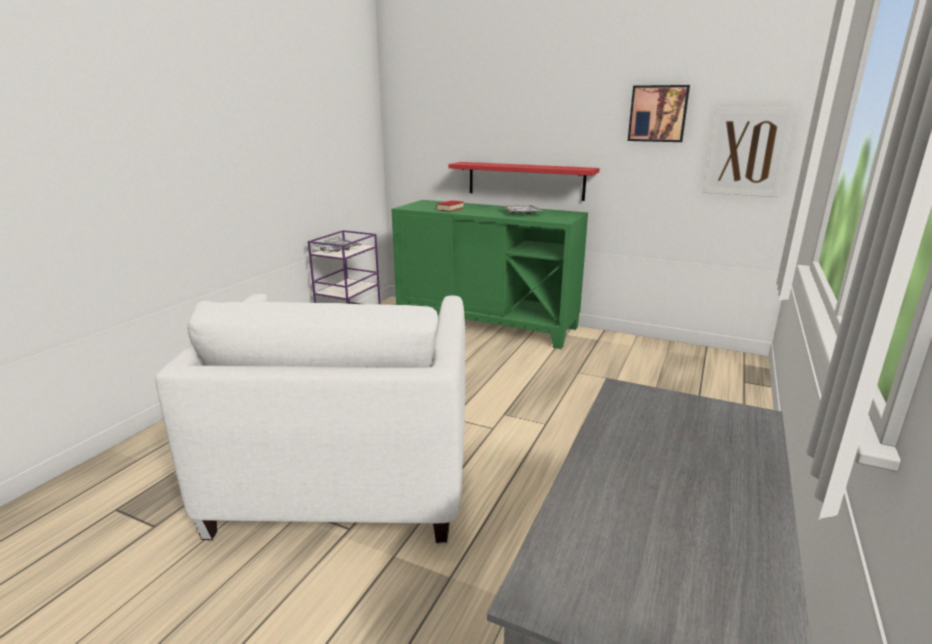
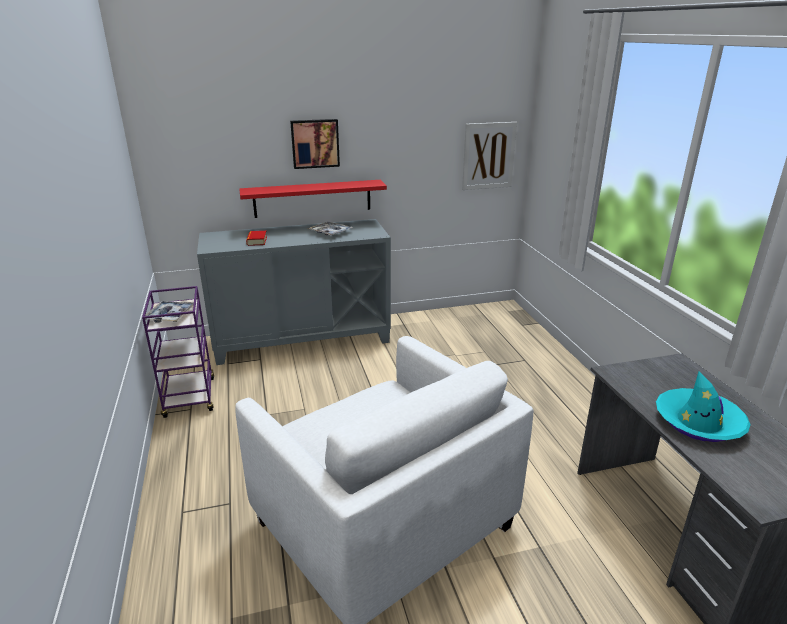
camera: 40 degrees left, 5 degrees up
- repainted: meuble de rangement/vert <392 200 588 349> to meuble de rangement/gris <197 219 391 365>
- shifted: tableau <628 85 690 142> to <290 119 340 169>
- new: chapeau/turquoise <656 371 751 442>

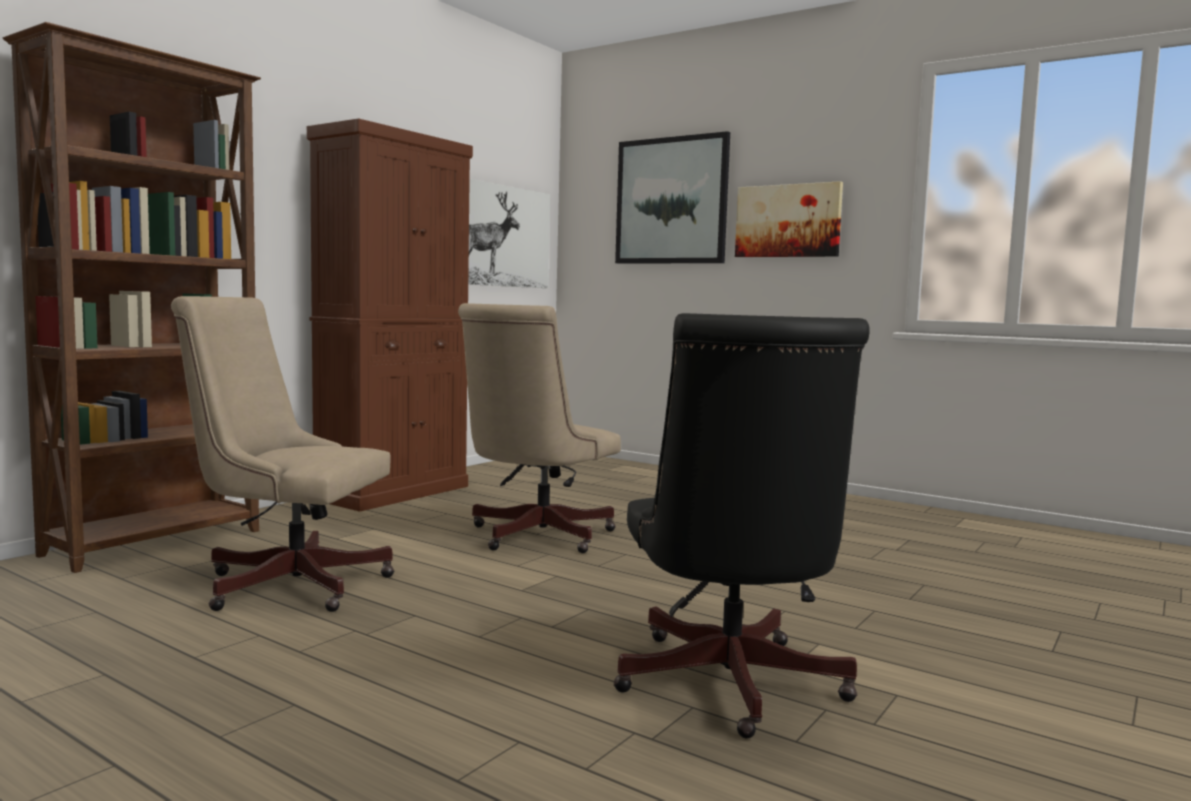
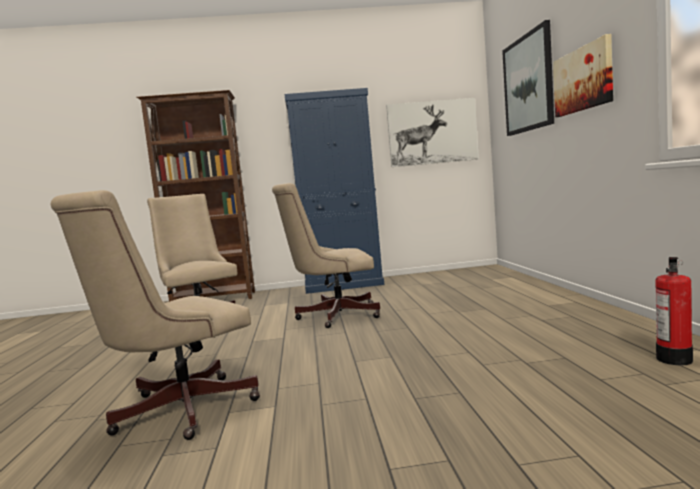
camera: 50 degrees right, 0 degrees up
- repainted: meuble de rangement/marron <307 118 473 512> to meuble de rangement/bleu <285 88 384 294>
- repainted: chaise de bureau/noir <614 313 870 739> to chaise de bureau/beige <50 190 260 440>
- new: extincteur <655 257 693 365>

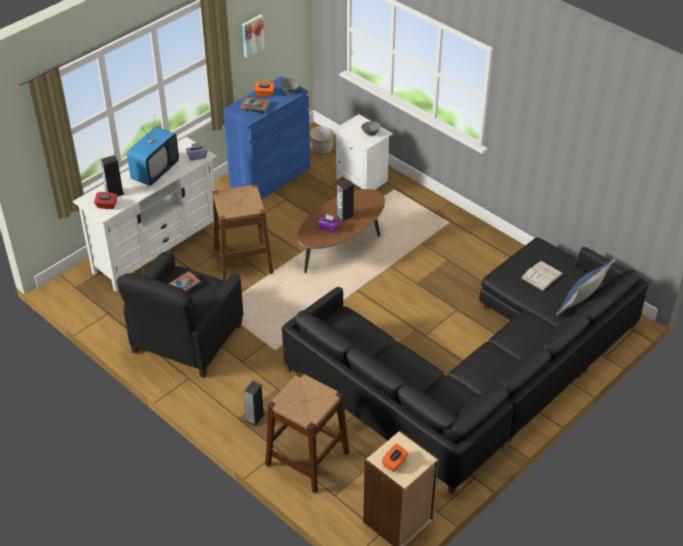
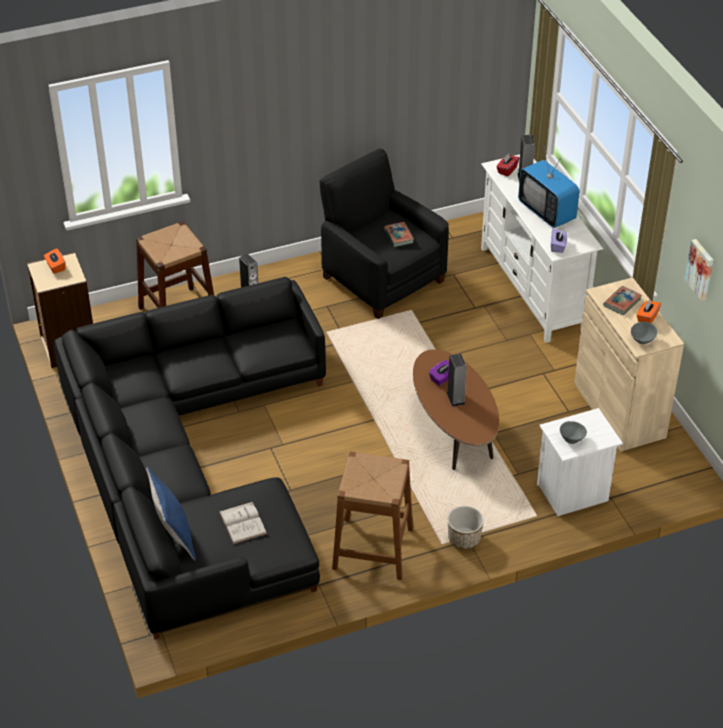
camera: 115 degrees right, 0 degrees up
- shifted: tabouret/marron <213 184 273 281> to <332 452 413 580>
- repainted: meuble de rangement/bleu <223 76 310 199> to meuble de rangement/beige <574 277 684 452>
- shifted: cache-pot <310 127 334 155> to <448 506 484 549>

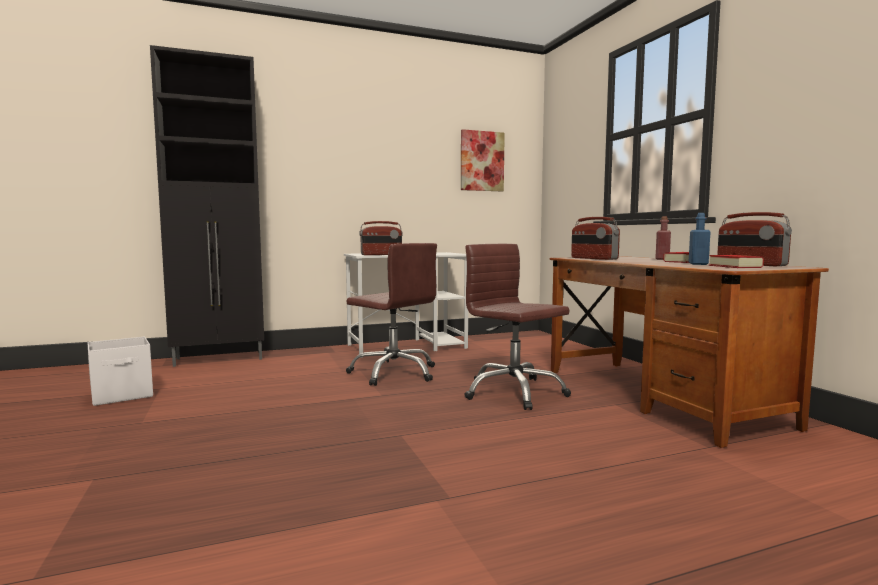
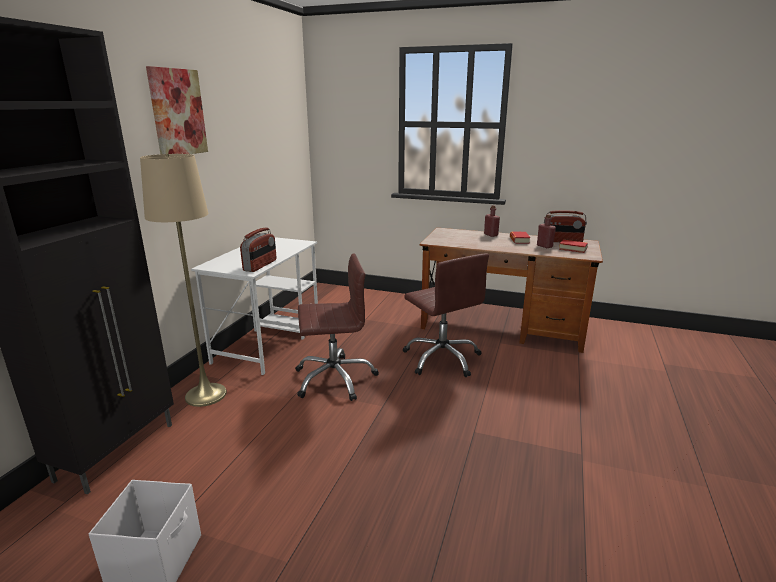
camera: 50 degrees left, 15 degrees up
- shifted: tableau <461 129 505 191> to <146 66 208 154>
- rotated: chaise de bureau/marron <464 244 571 410> = <403 253 489 377> 120 degrees counterclockwise
- gone: radio <571 217 620 260>
- repainted: bouteille/bleu <689 213 710 265> to bouteille/rouge <537 214 556 248>
- new: lampadaire/beige <140 154 227 407>

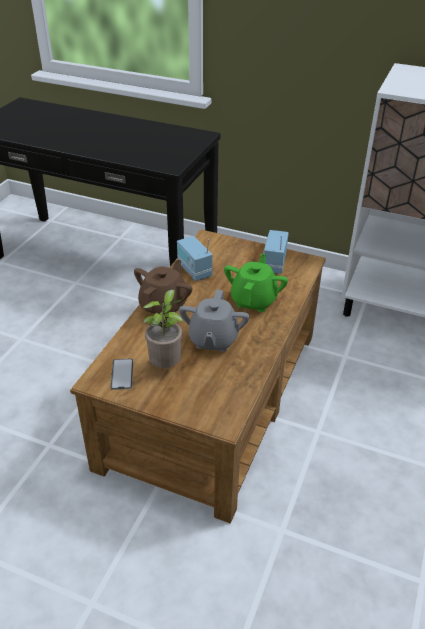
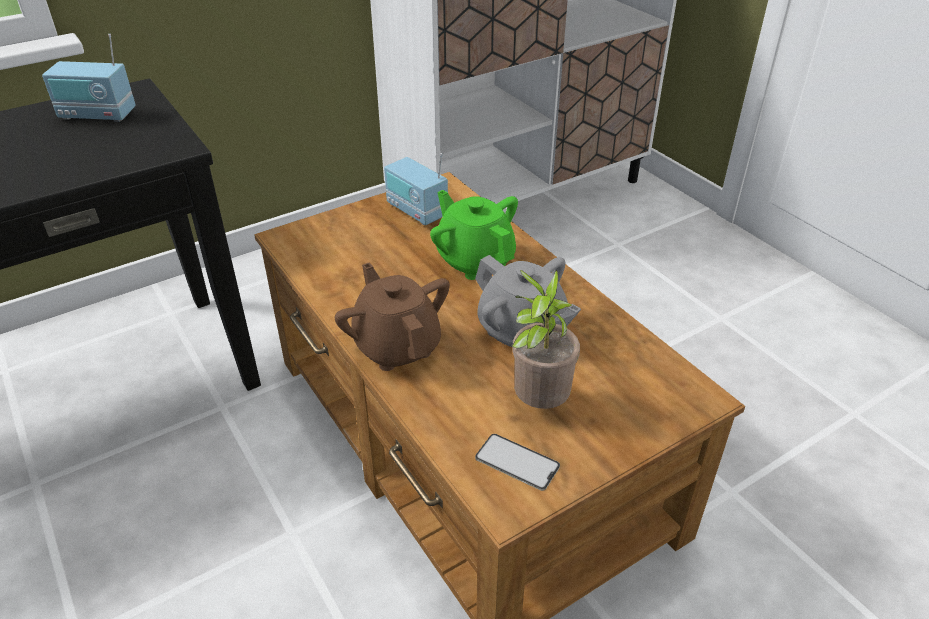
camera: 55 degrees left, 0 degrees up
- shifted: radio <177 236 212 281> to <42 34 136 122>

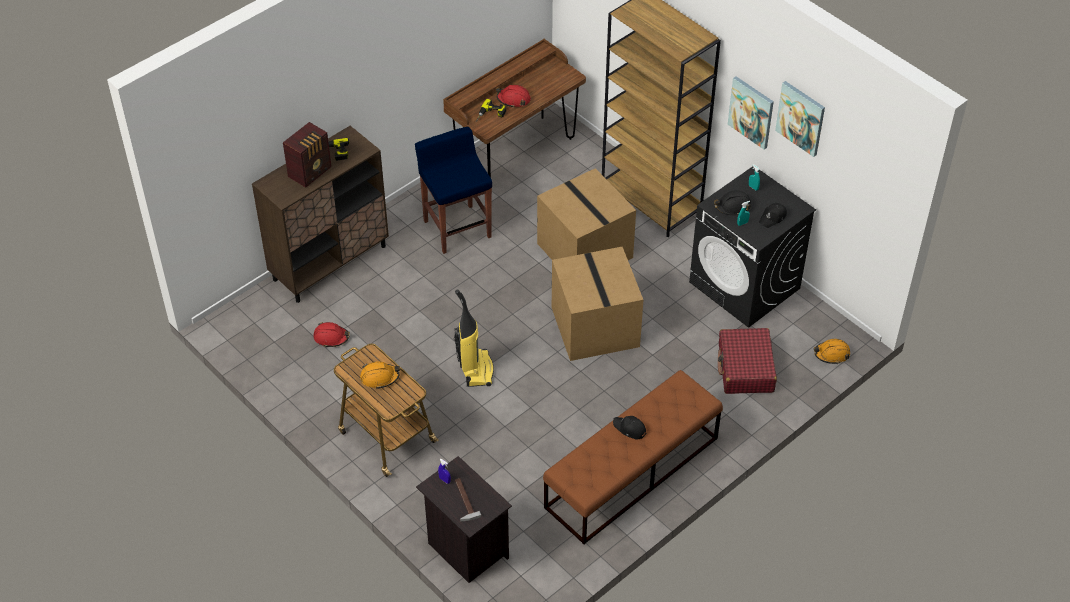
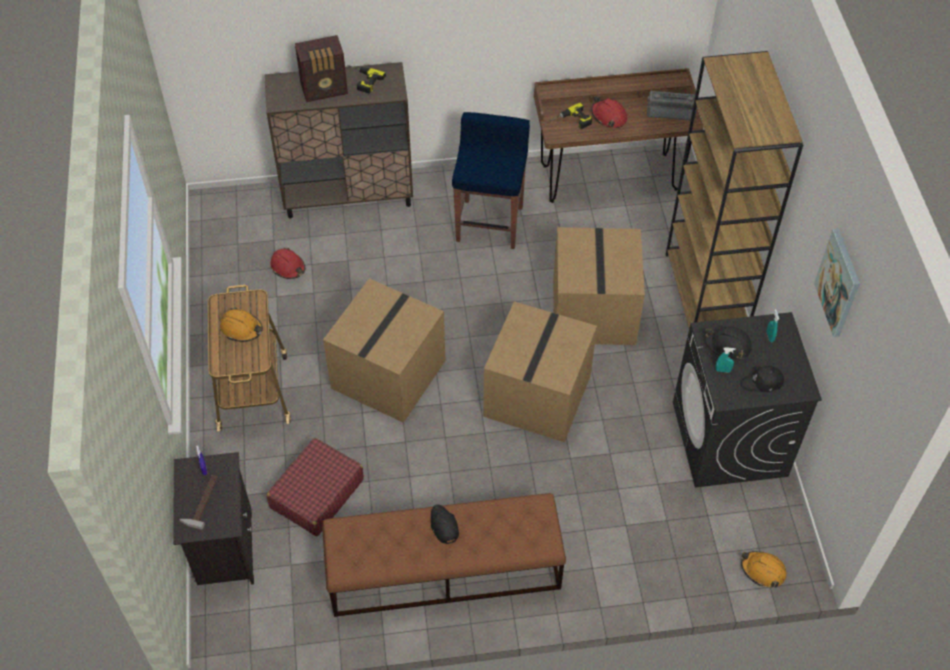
camera: 35 degrees right, 5 degrees up
- swapped: aspirateur <454 289 494 387> to carton <323 279 445 423>
- shifted: valise/rouge <718 328 777 394> to <267 438 364 536>
- gone: tableau <728 76 774 150>
- new: radio <647 91 697 120>

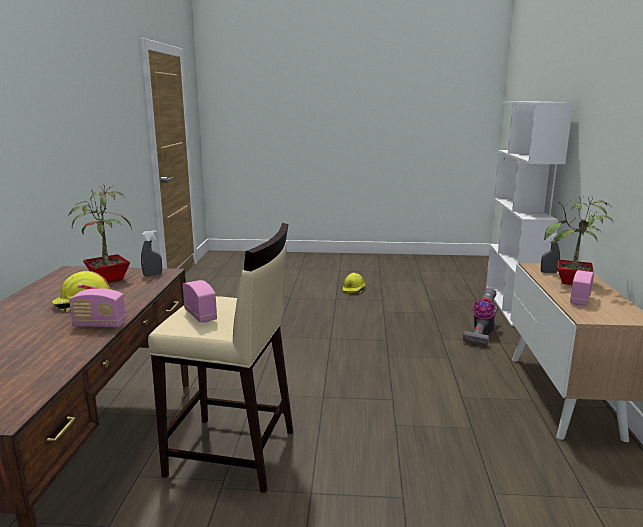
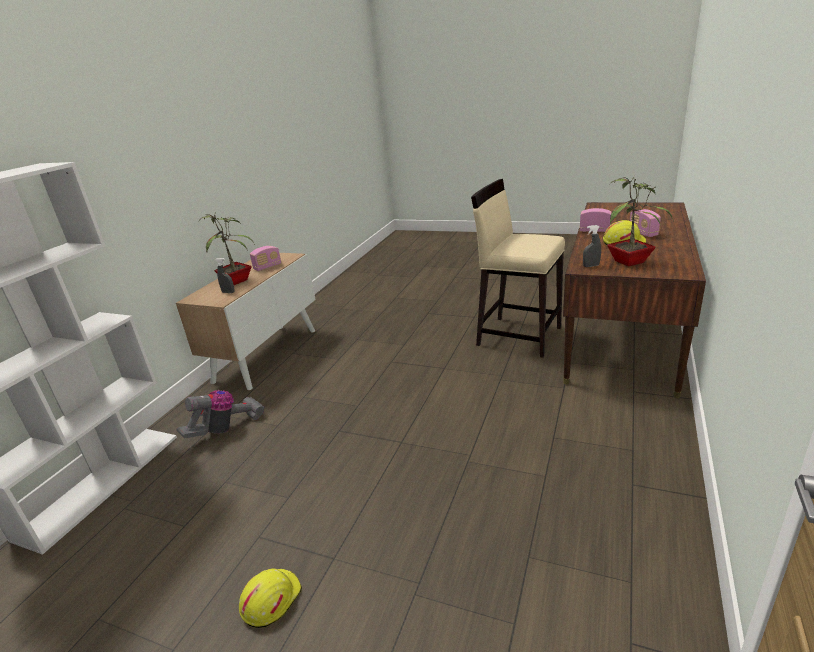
camera: 160 degrees left, 10 degrees up
- shifted: radio <183 280 217 323> to <630 209 661 237>

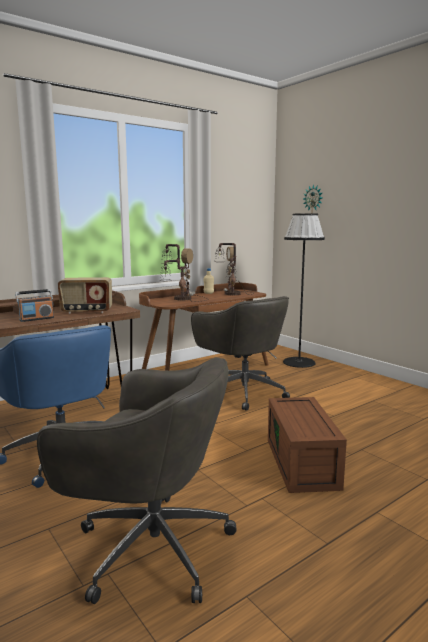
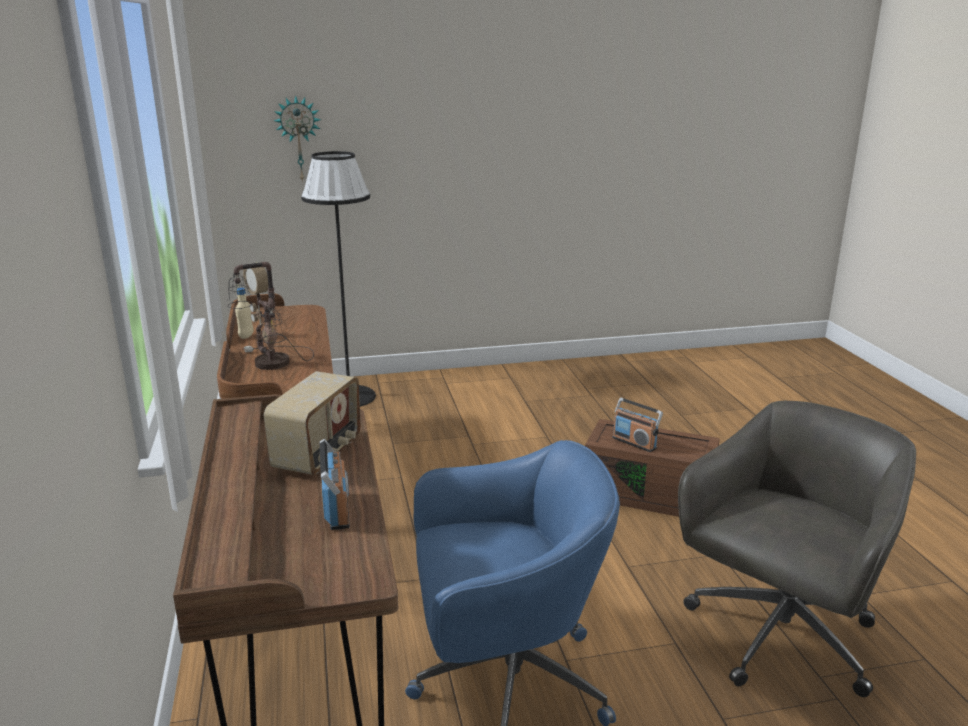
camera: 65 degrees left, 10 degrees up
- gone: chaise de bureau/gris <191 296 290 411>
- gone: lampe de table <214 243 252 296>
- new: radio <612 397 663 452>

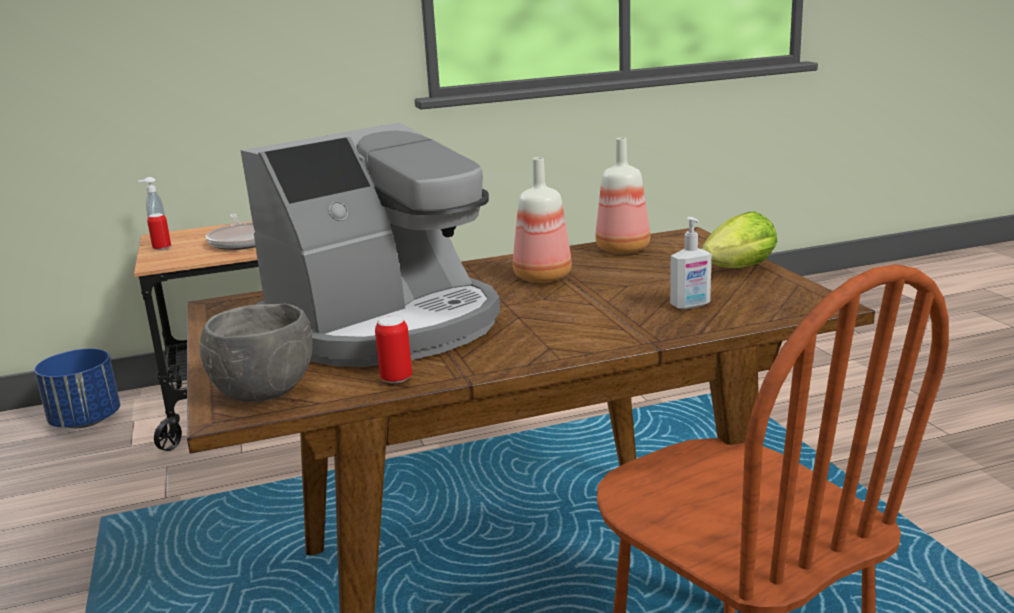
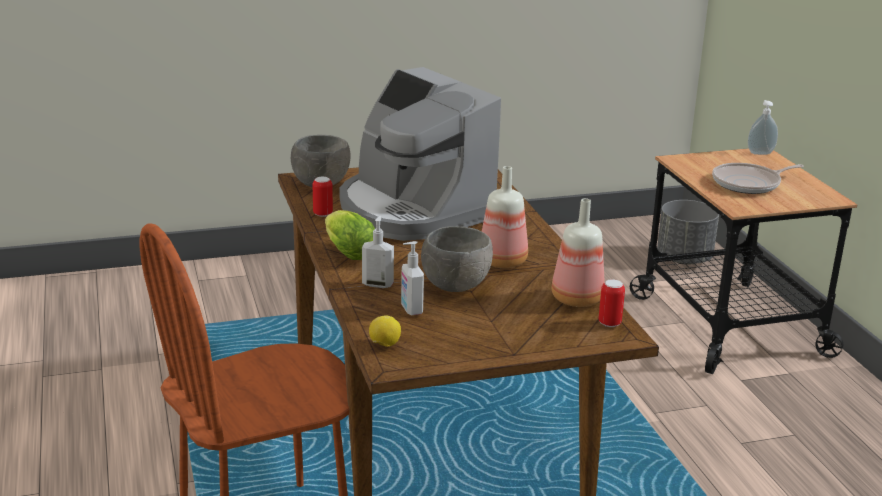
camera: 90 degrees right, 5 degrees up
- repainted: cache-pot/bleu <34 349 120 428> to cache-pot/gris <657 200 719 265>
- shifted: boîte métallique <147 213 171 250> to <599 279 625 327>
- shifted: laitue <701 211 777 268> to <325 210 375 260>
- new: distributeur de savon <362 216 394 288>
- new: citron <369 315 401 347>
- new: bol/gris <421 226 493 292>

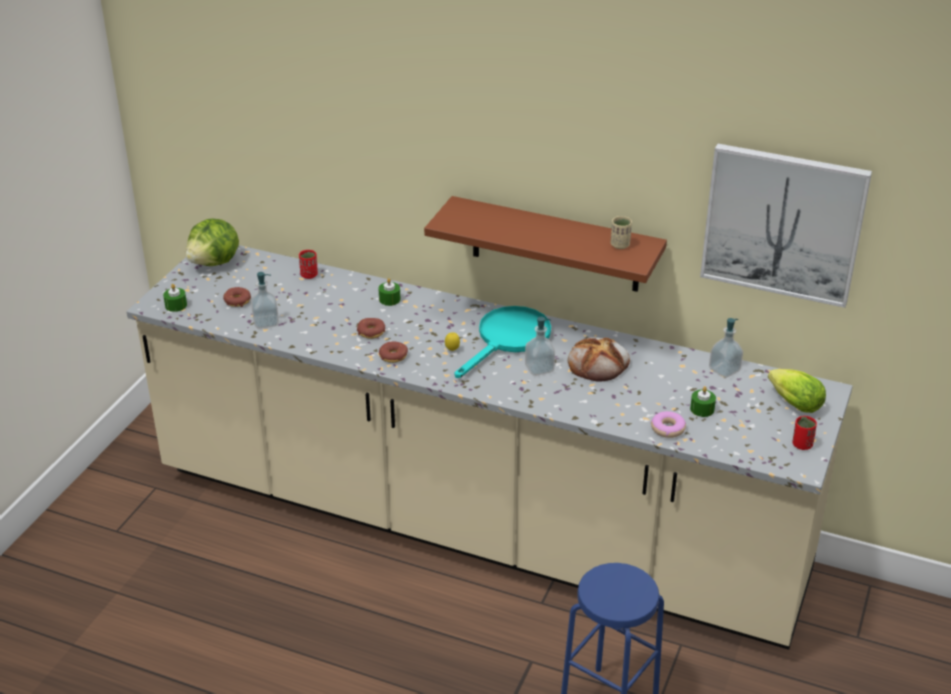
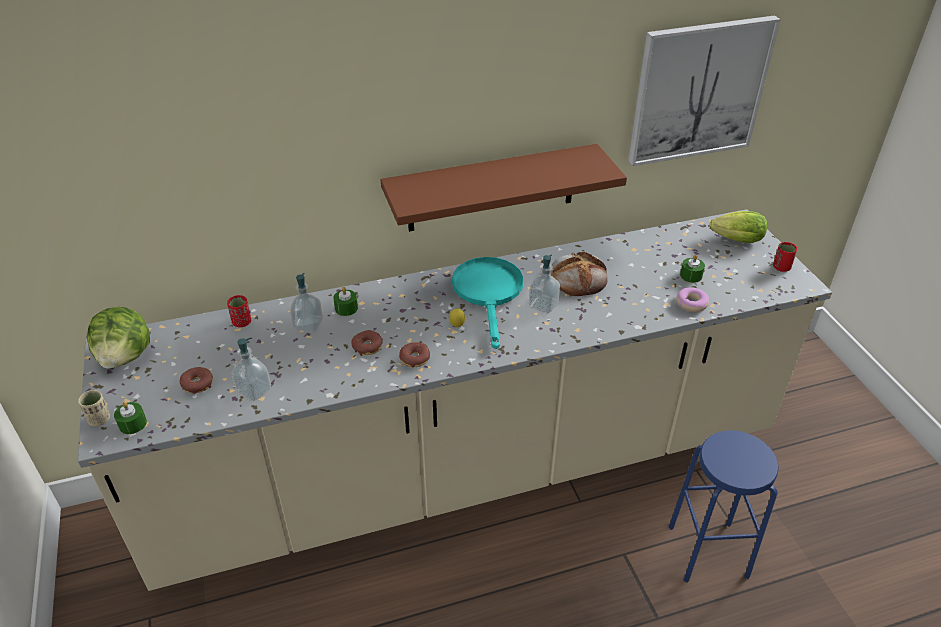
camera: 40 degrees left, 5 degrees up
- shifted: tasse/beige <611 216 632 249> to <78 390 110 426>
- shifted: distributeur de savon <709 318 743 378> to <290 273 323 333>

